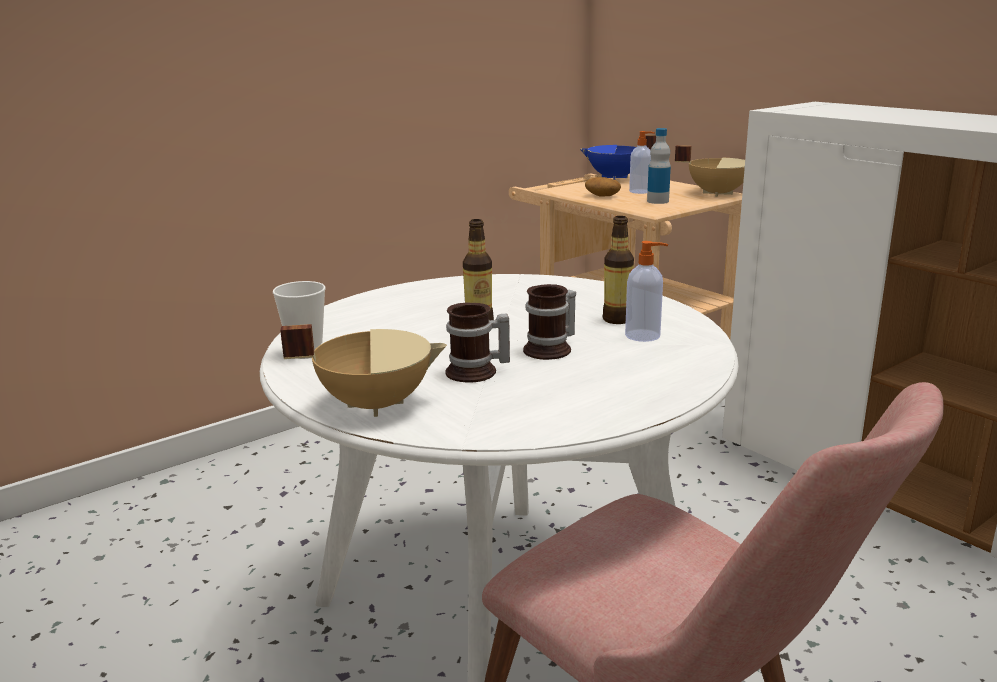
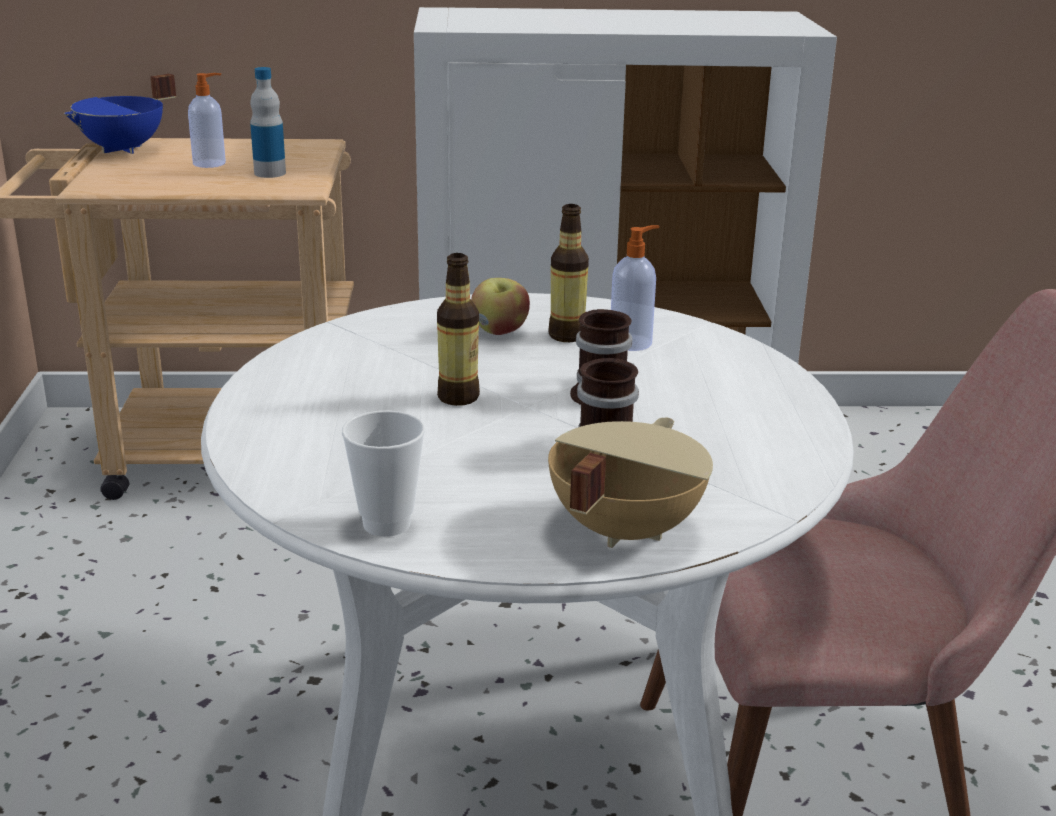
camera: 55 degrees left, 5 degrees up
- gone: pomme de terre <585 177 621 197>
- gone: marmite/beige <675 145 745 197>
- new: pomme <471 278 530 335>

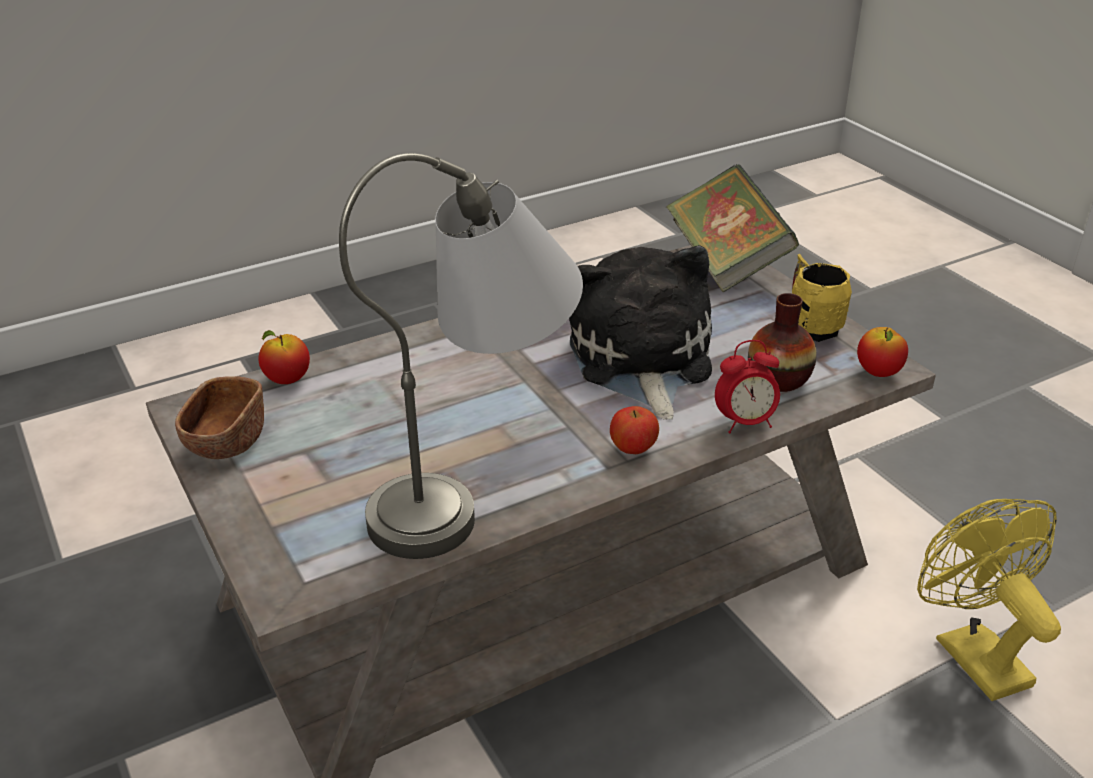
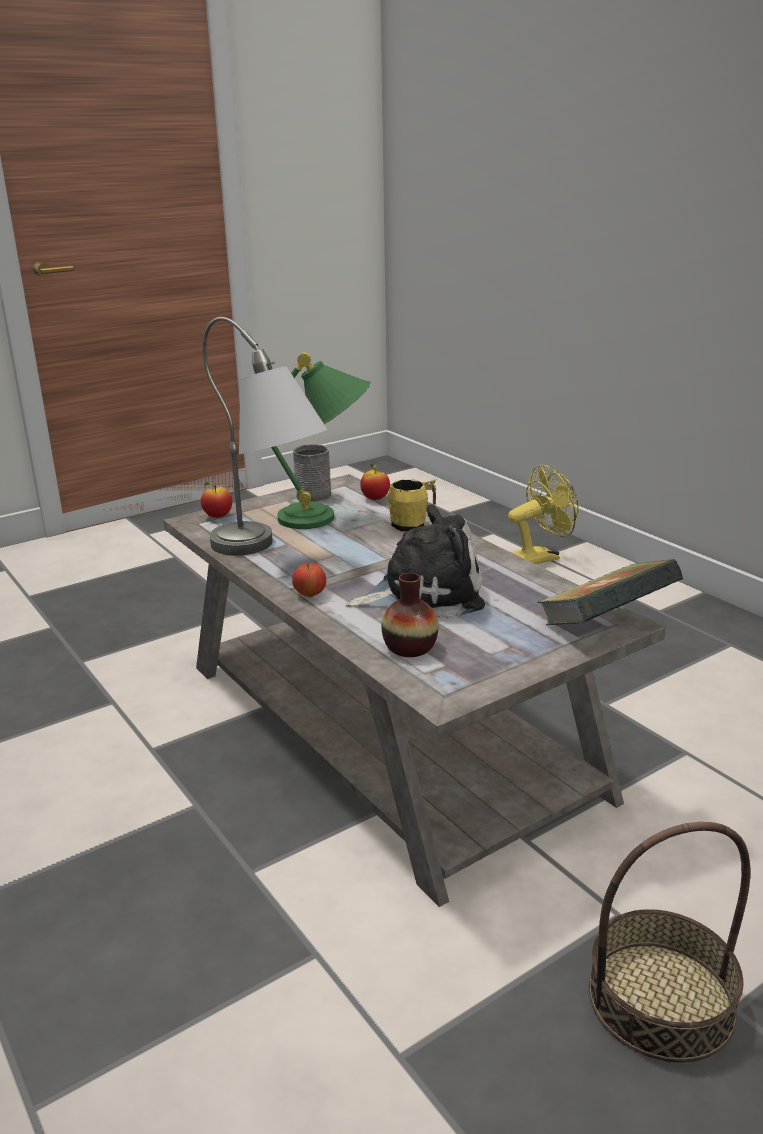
camera: 85 degrees right, 10 degrees down
- swapped: bol/marron <175 376 264 459> to mug/gris <293 444 331 502>
- gone: réveil <715 340 780 433>
- shifted: mug/jaune <792 254 852 342> to <388 479 436 531>
- shifted: pomme <857 327 908 377> to <201 482 232 518>
- shifted: ventilateur/jaune <917 499 1061 701> to <508 465 578 564>
- new: lampe de table/vert <271 352 371 529>
- new: panier <589 822 751 1063>

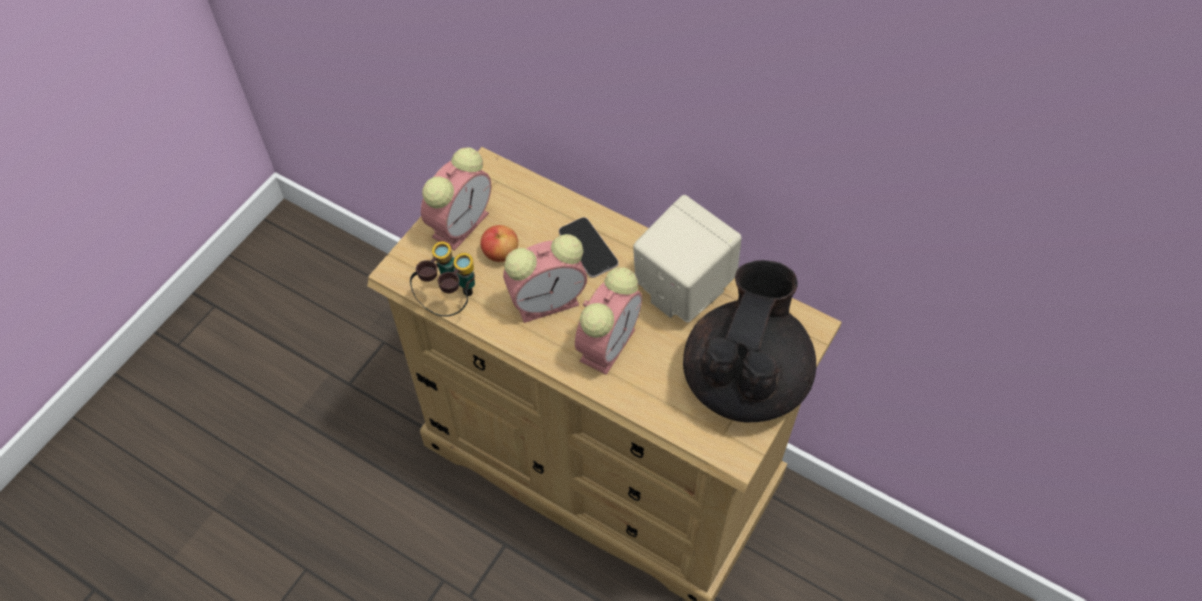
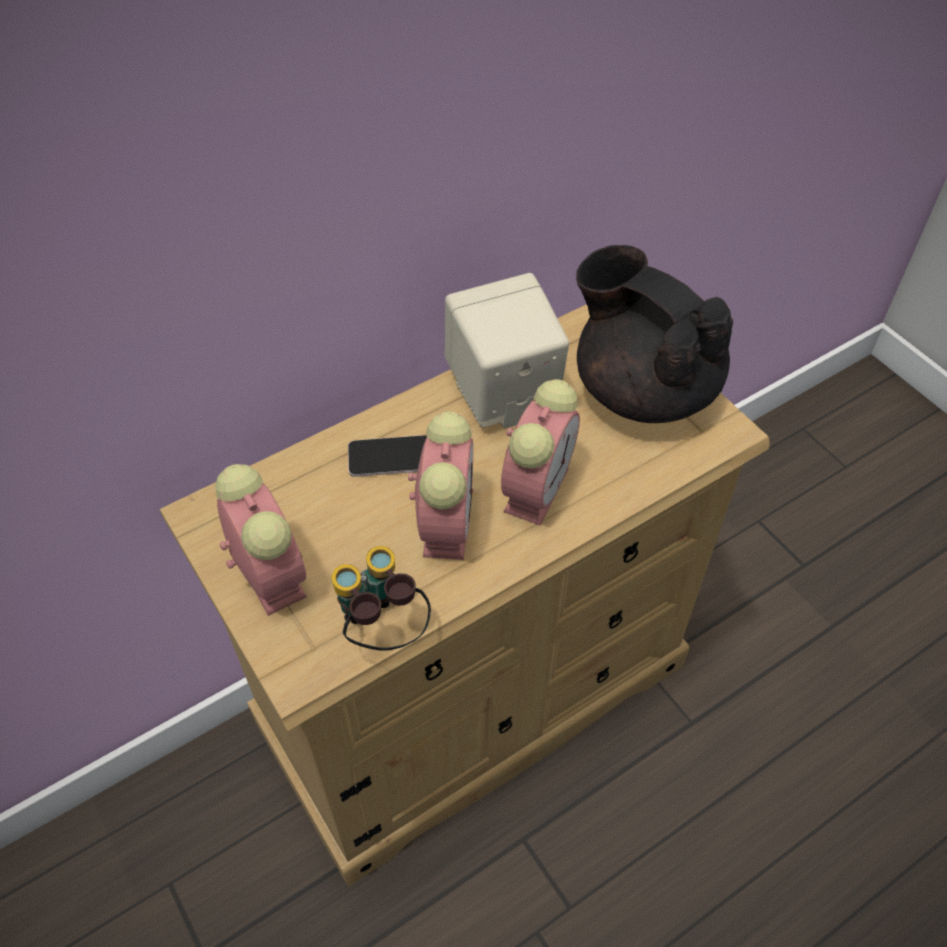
camera: 65 degrees left, 5 degrees down
- gone: pomme <481 225 518 262>
- rotated: réveil <575 267 642 375> = <501 379 580 526> 60 degrees clockwise

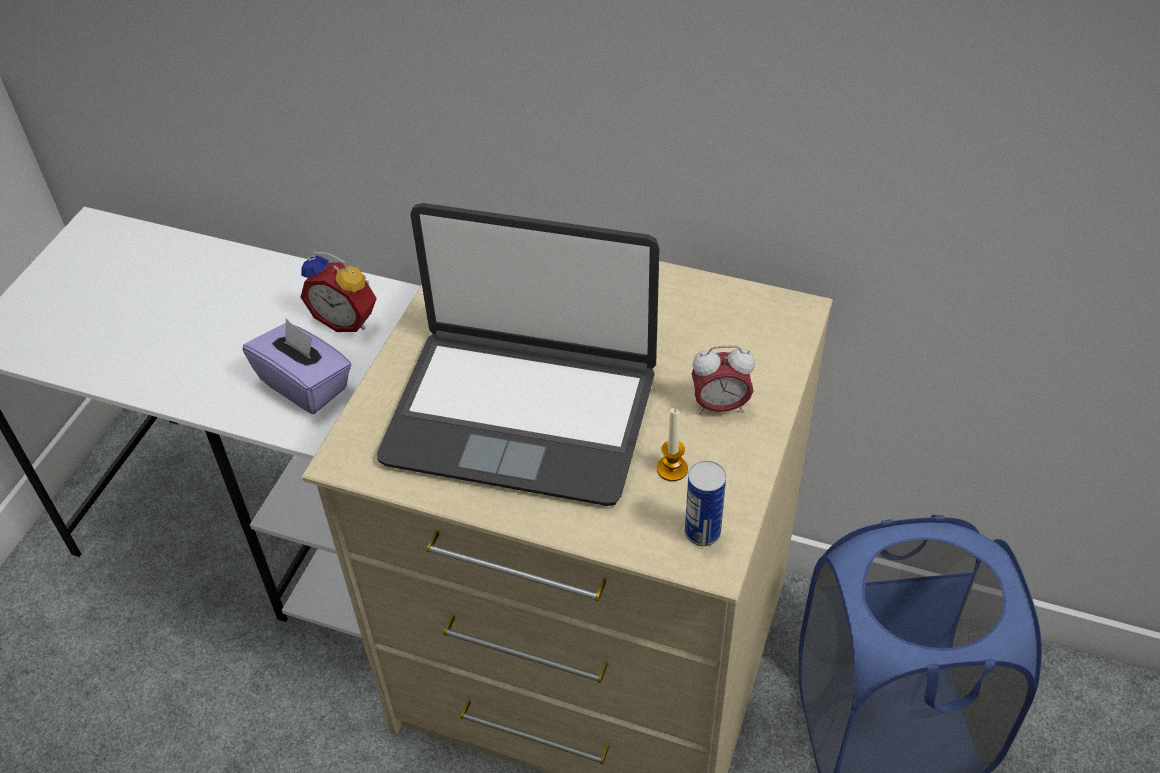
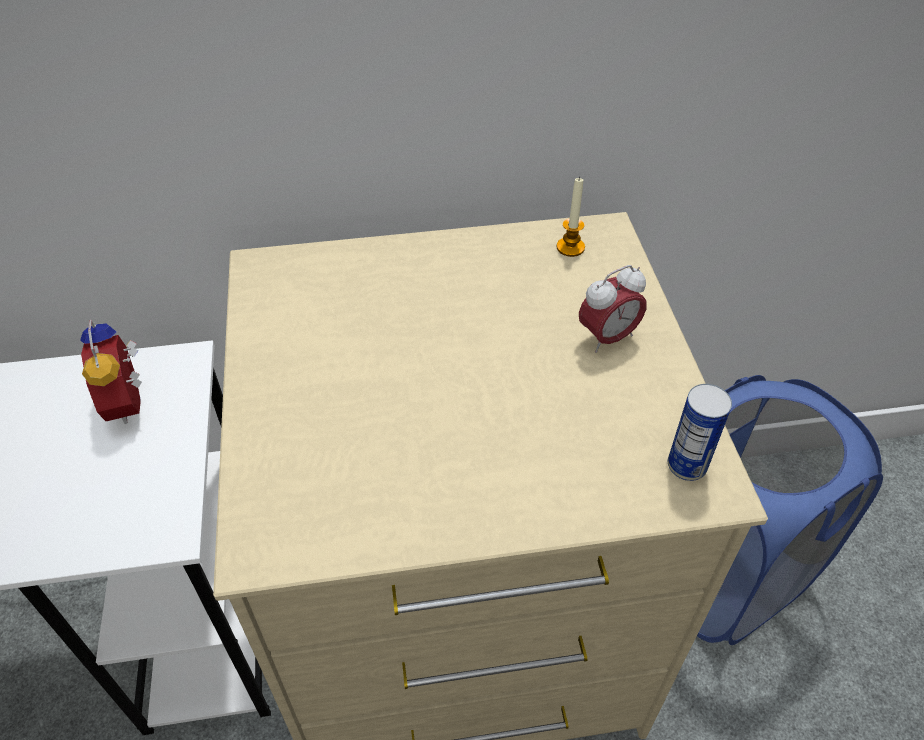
camera: 30 degrees left, 0 degrees up
- gone: boîte à mouchoirs/violet <243 318 352 414>
- rotated: réveil <301 252 377 332> = <80 319 142 424> 75 degrees clockwise
- gone: ordinateur portable <377 203 659 506>
- shifted: bougie <657 408 688 481> to <556 177 585 257>

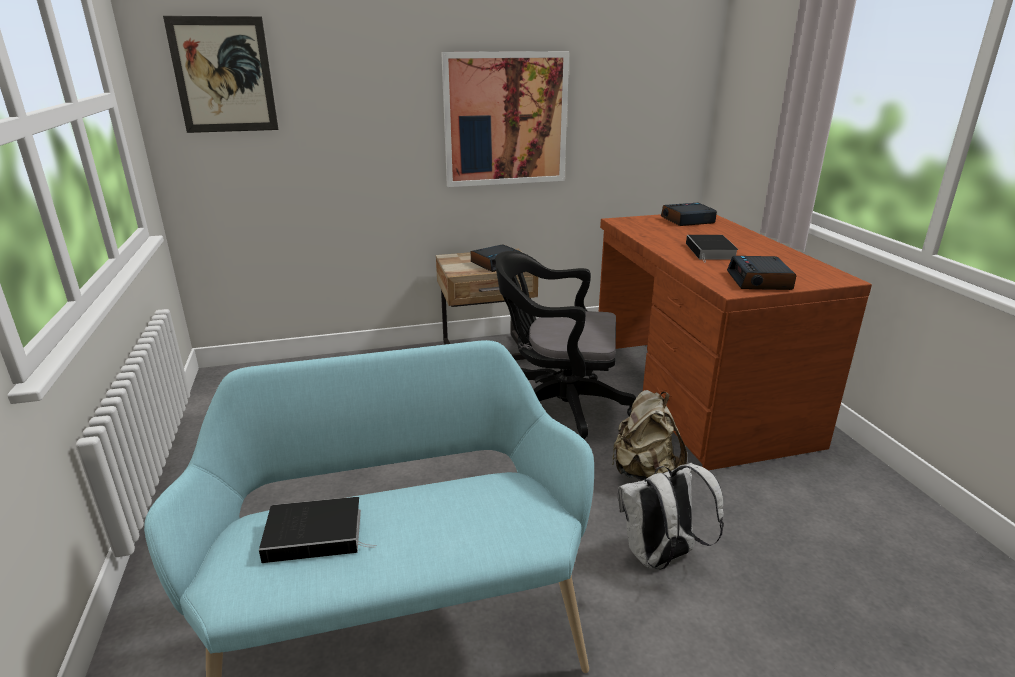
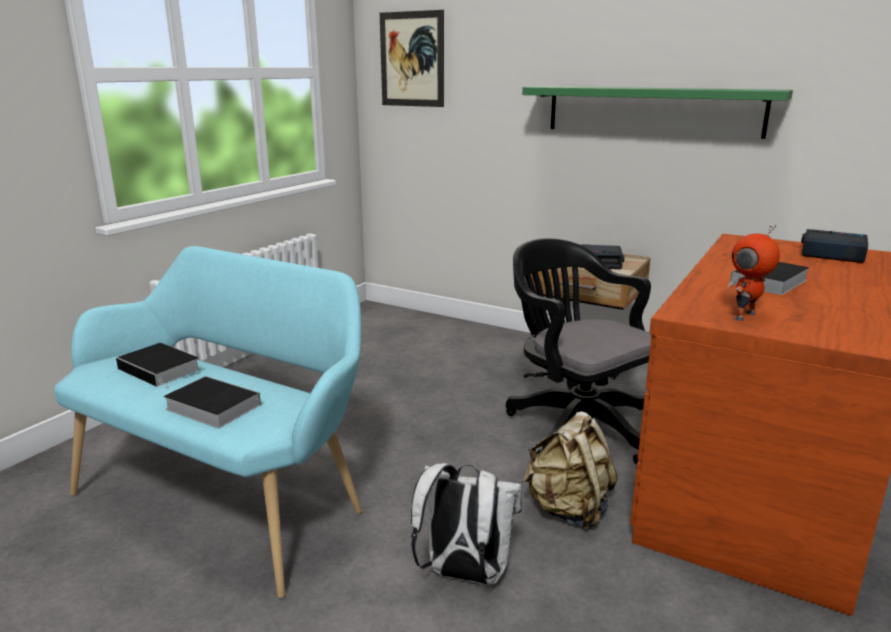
camera: 45 degrees right, 5 degrees down
- swapped: tableau <441 51 569 187> to étagère/vert <522 86 793 139>
- swapped: réveil <727 256 796 290> to robot jouet <732 225 780 321>
- new: livre <164 376 261 428>

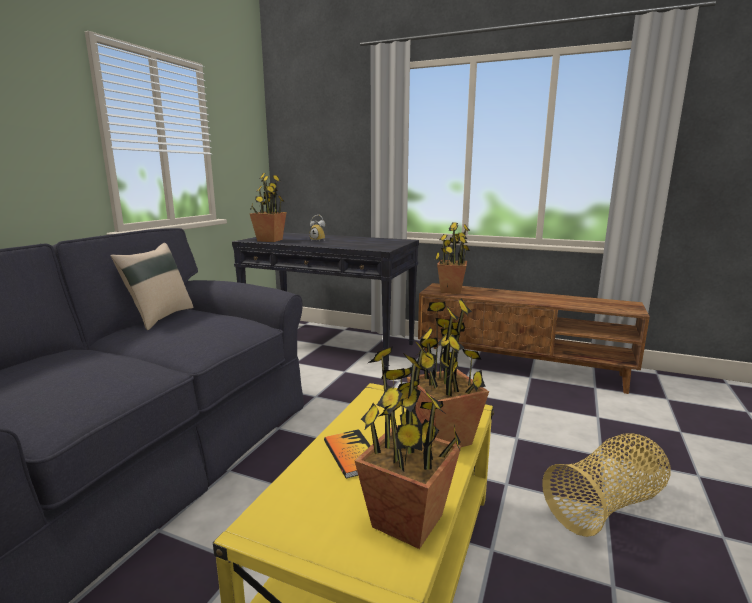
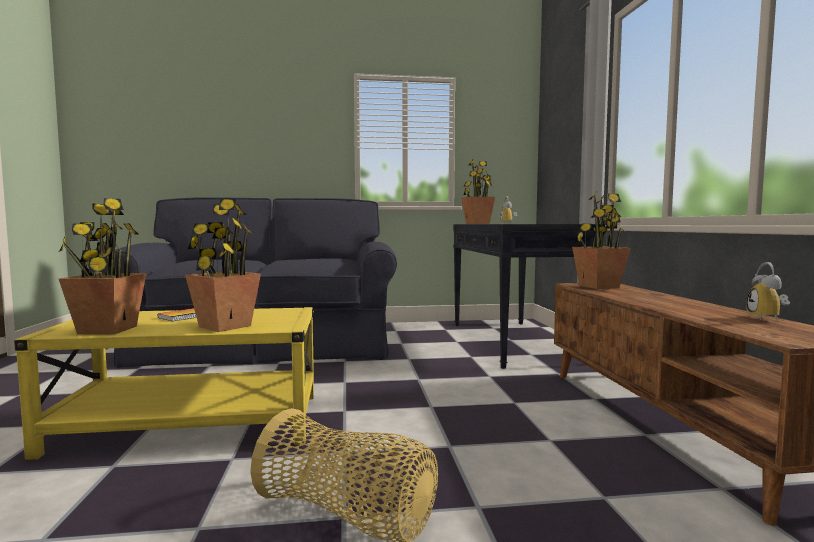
camera: 60 degrees right, 10 degrees down
- gone: coussin/beige <110 243 193 330>
- new: réveil <746 262 790 322>

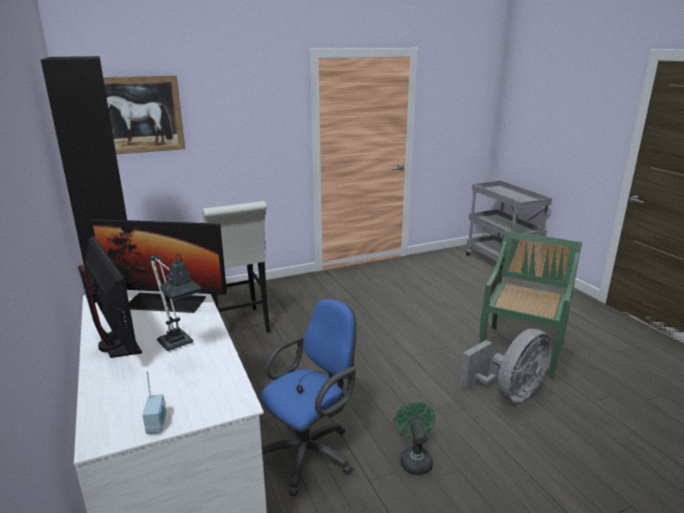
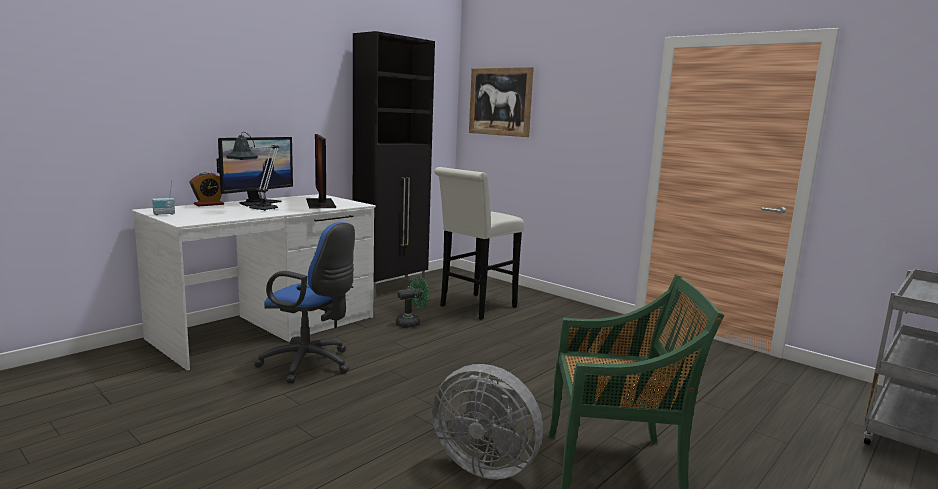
camera: 65 degrees right, 10 degrees down
- shifted: ventilateur/vert <394 402 435 475> to <395 276 429 328>
- new: réveil <190 172 224 206>

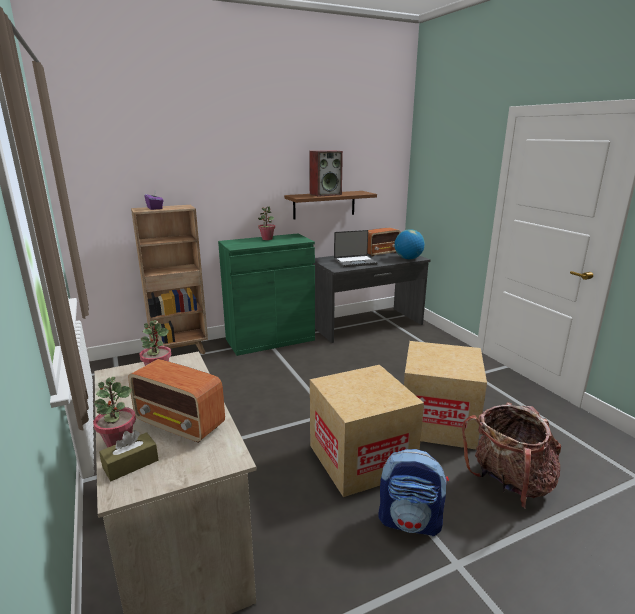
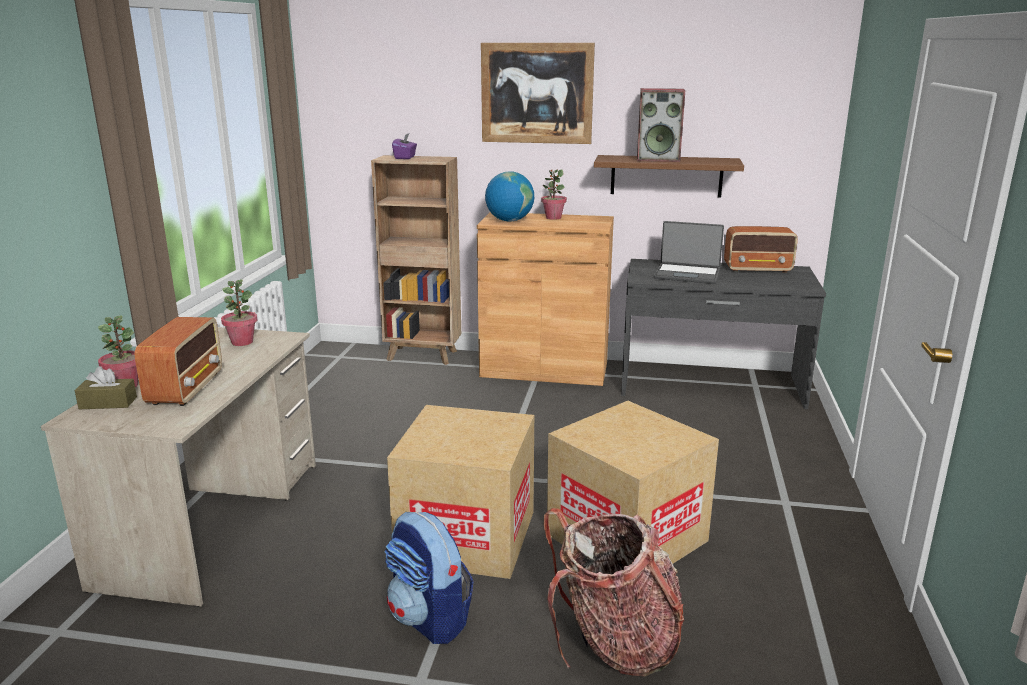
camera: 35 degrees right, 0 degrees up
- rotated: radio <128 359 225 443> = <135 317 222 406> 150 degrees counterclockwise
- repainted: meuble de rangement/vert <218 233 315 356> to meuble de rangement/marron <477 212 614 386>
- shifted: globe <394 229 425 259> to <485 171 534 221>
- new: tableau <481 43 595 144>

